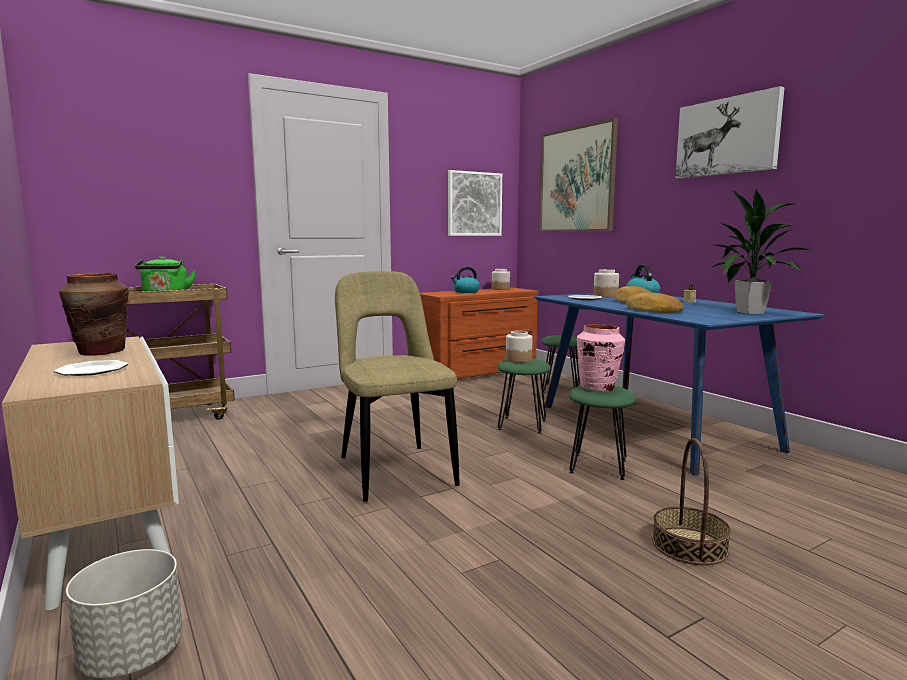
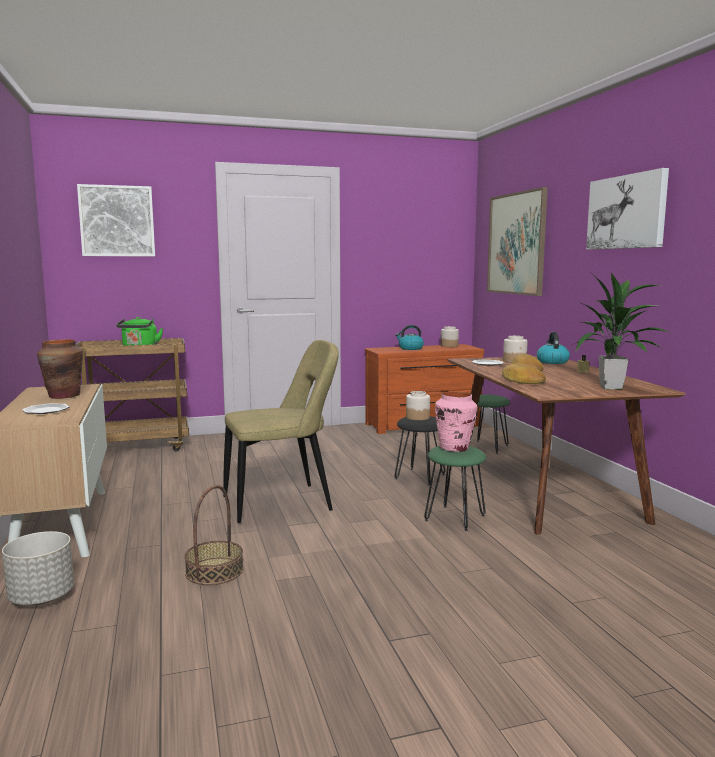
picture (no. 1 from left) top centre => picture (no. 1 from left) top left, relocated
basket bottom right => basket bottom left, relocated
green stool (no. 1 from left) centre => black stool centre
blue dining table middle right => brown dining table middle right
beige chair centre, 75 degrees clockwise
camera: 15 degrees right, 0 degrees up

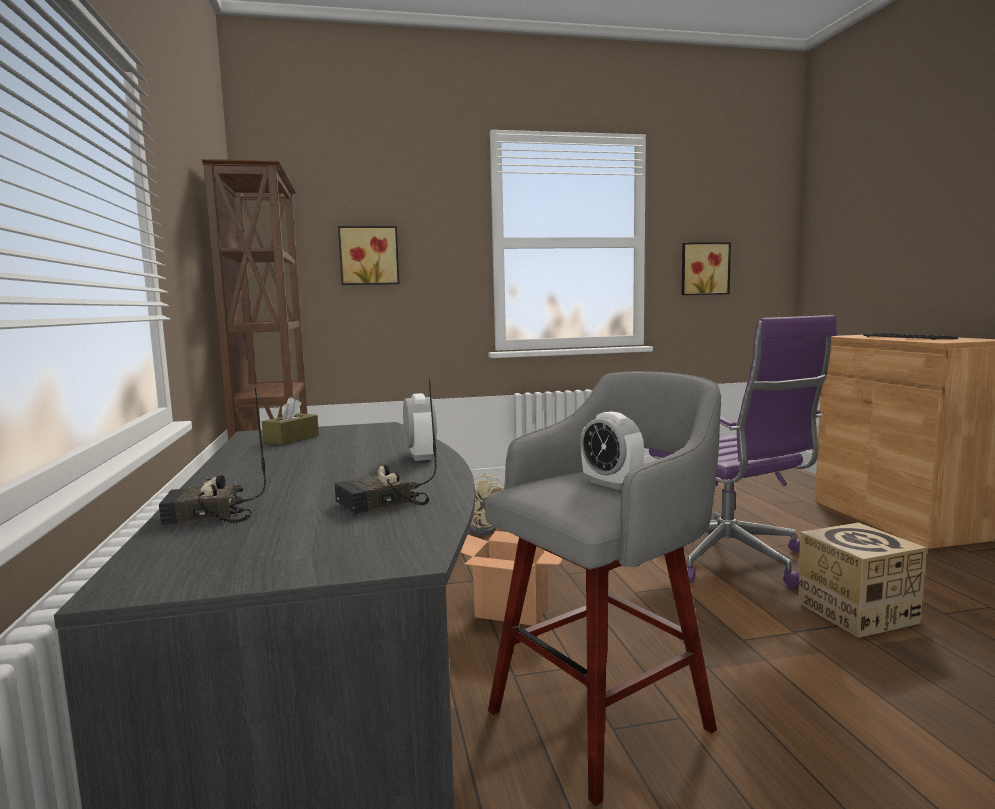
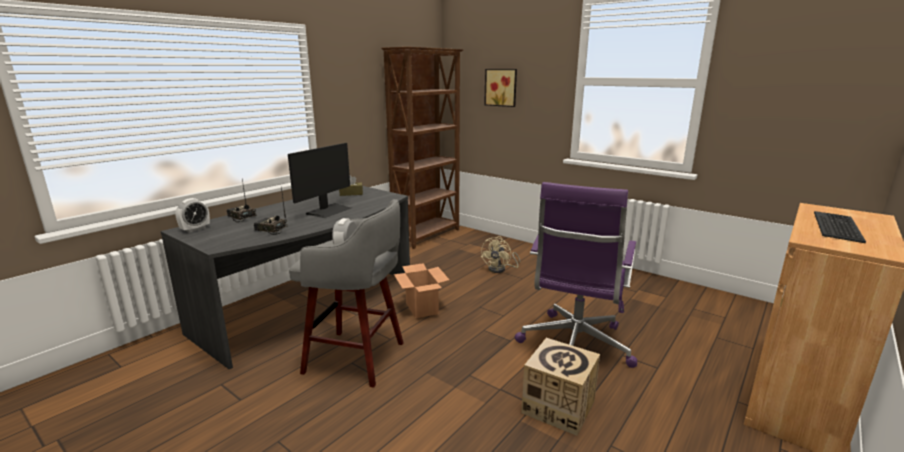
picture (no. 2 from left) top right => nothing
nothing => monitor centre
alarm clock (no. 1 from left) centre => alarm clock (no. 1 from left) middle left, relocated
camera: 50 degrees right, 10 degrees up

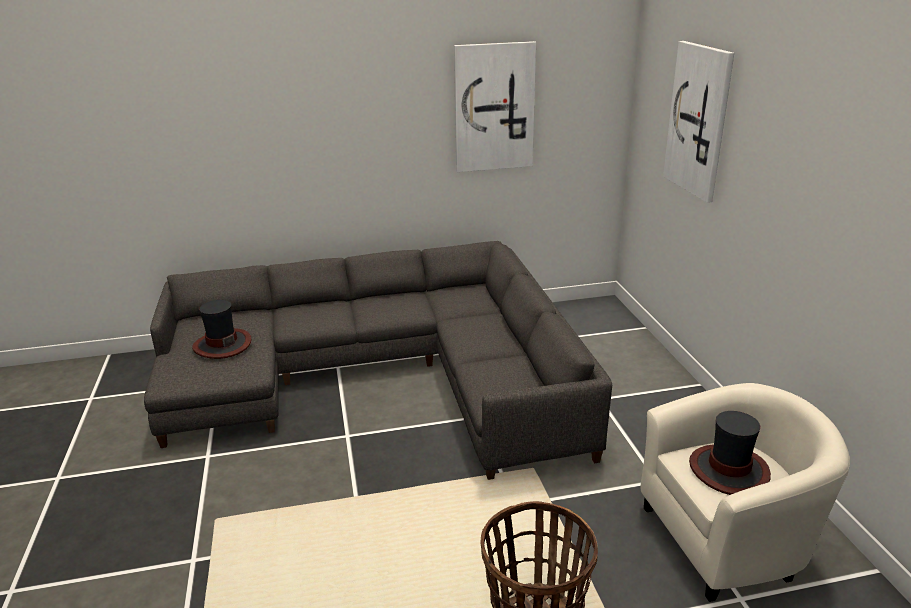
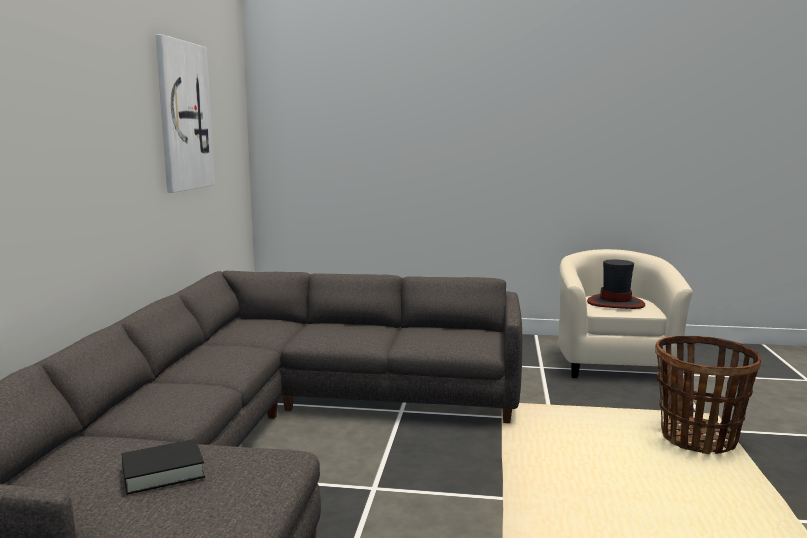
picture (no. 2 from left) top right => nothing
hat (no. 1 from left) middle left => black book bottom left
camera: 70 degrees left, 15 degrees down

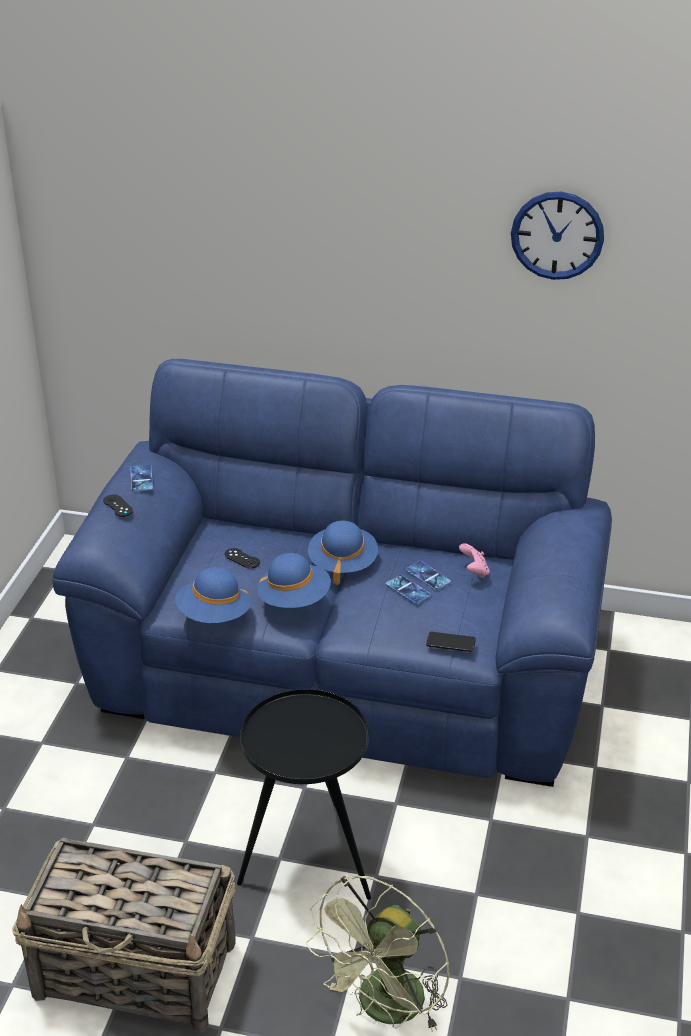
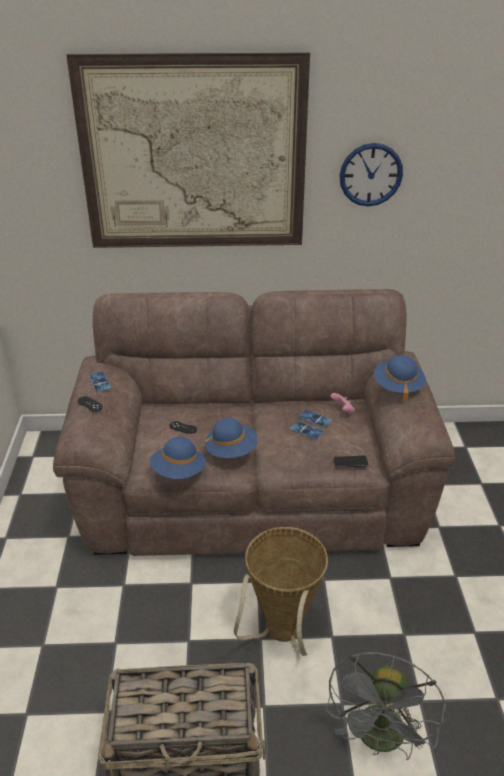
nothing => picture top centre
blue hat (no. 3 from left) centre => blue hat (no. 3 from left) middle right, relocated
black side table bottom centre => basket (no. 2 from left) bottom centre
blue sofa centre => brown sofa centre
green fan bottom centre => grey fan bottom right
camera: 15 degrees left, 0 degrees up

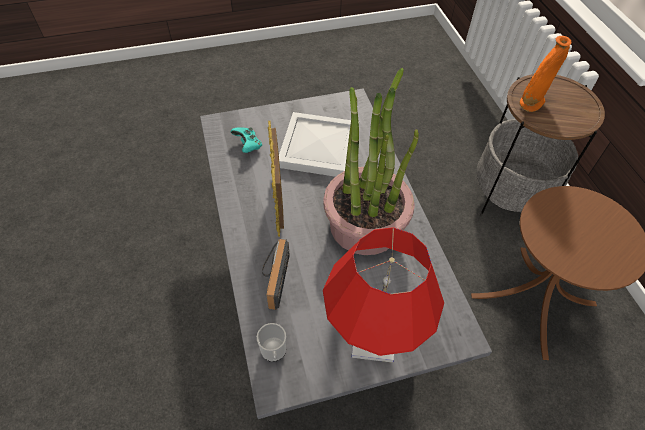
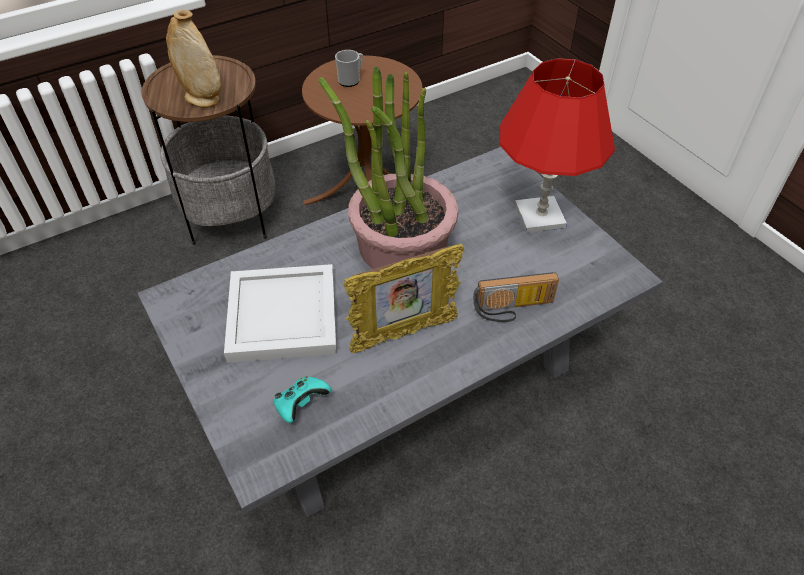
mug bottom centre => mug top centre, relocated
orange vase top right => beige vase top left
camera: 105 degrees left, 5 degrees down

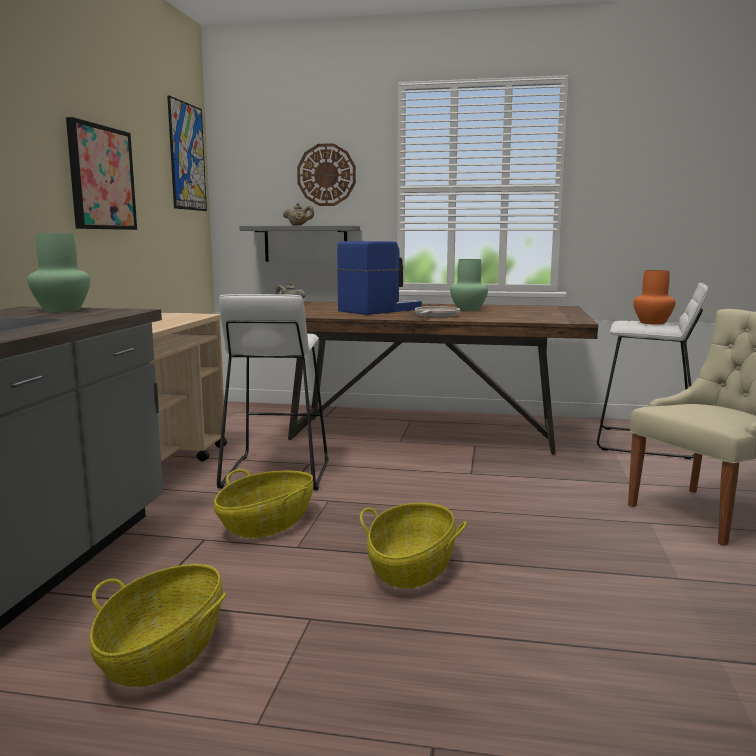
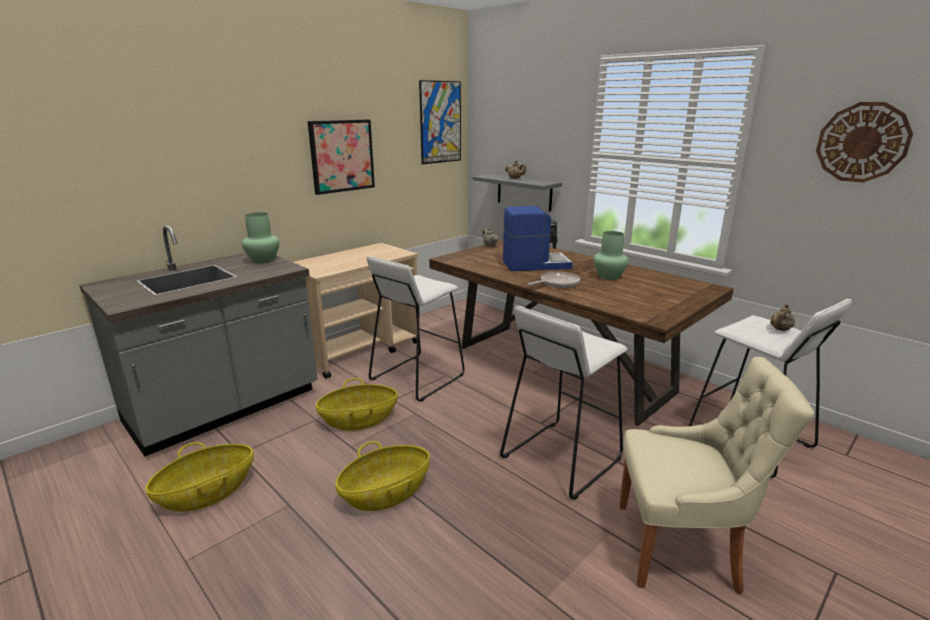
nothing => white stool (no. 2 from left) centre
wall clock top centre => wall clock top right, relocated
orange vase middle right => beige teapot (no. 3 from left) middle right
camera: 35 degrees right, 10 degrees up

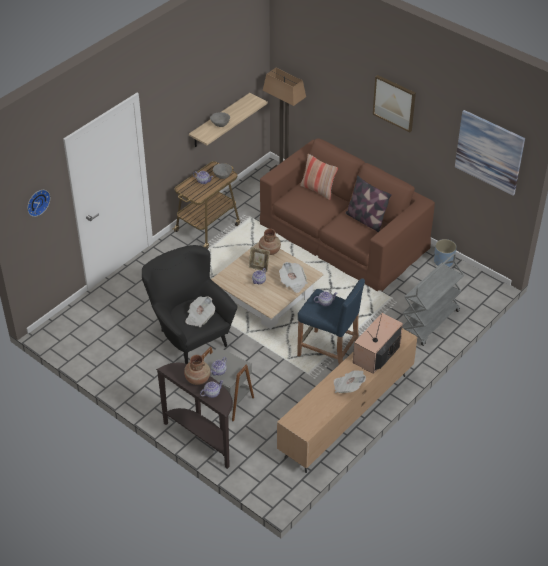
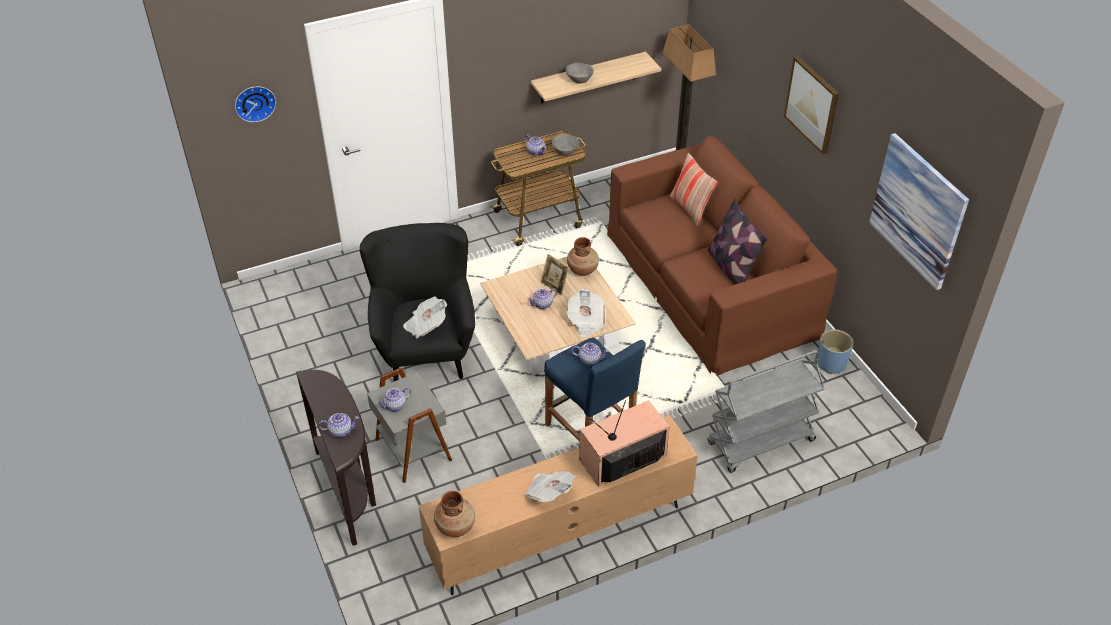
brown vase (no. 1 from left) centre => brown vase (no. 1 from left) bottom centre, relocated
camera: 25 degrees right, 0 degrees up

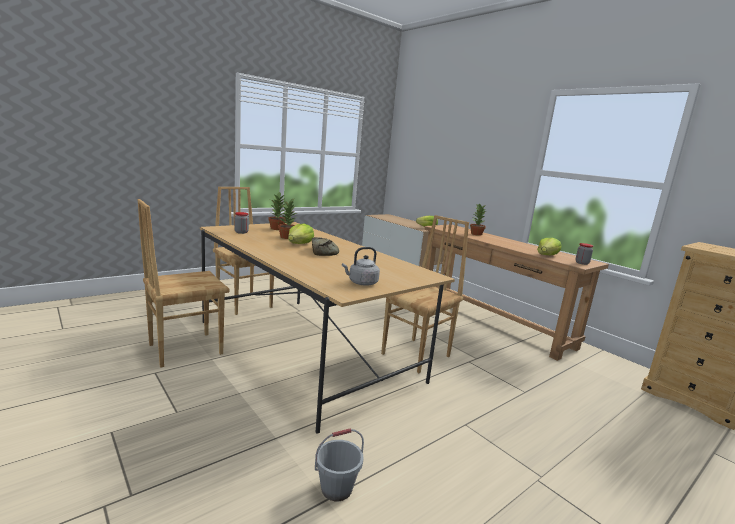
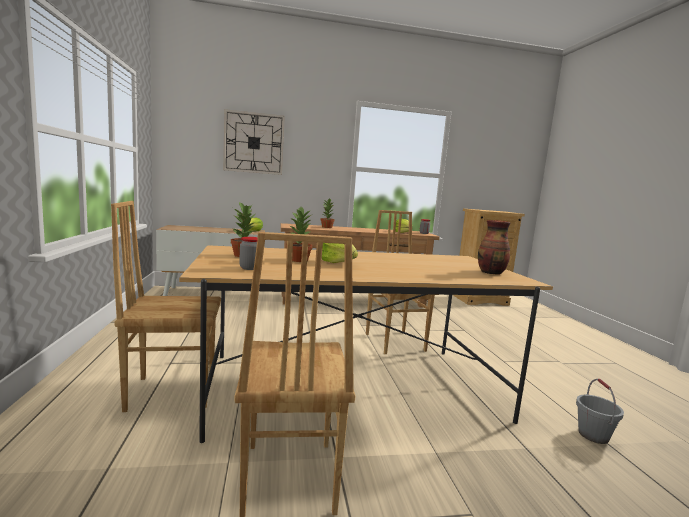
bread centre => nothing
nothing => wall clock top centre
grey kettle centre => vase middle right
camera: 60 degrees left, 5 degrees down

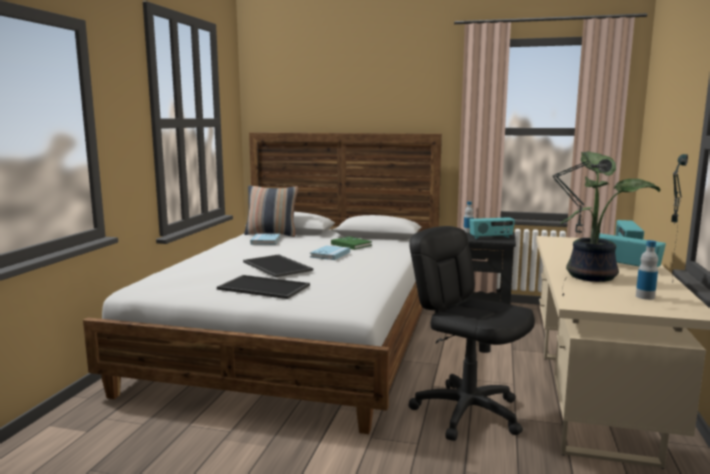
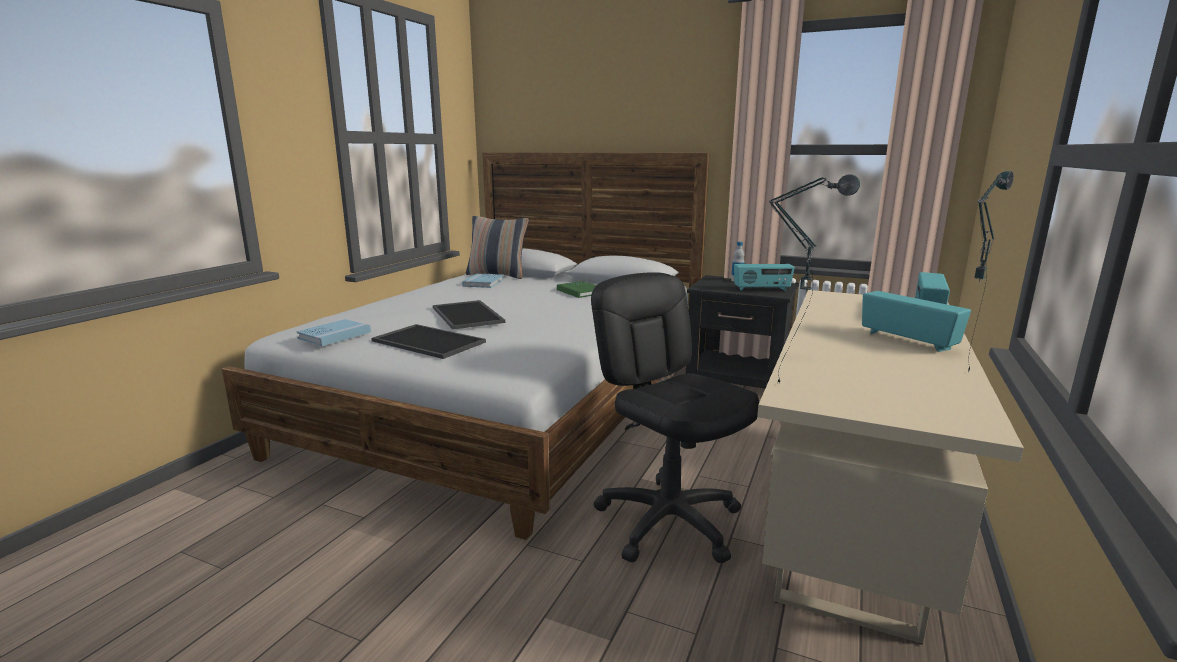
potted plant middle right => nothing
bottle (no. 2 from left) middle right => nothing
blue book (no. 2 from left in the first image) centre => blue book (no. 1 from left) middle left, relocated
camera: 10 degrees right, 5 degrees up

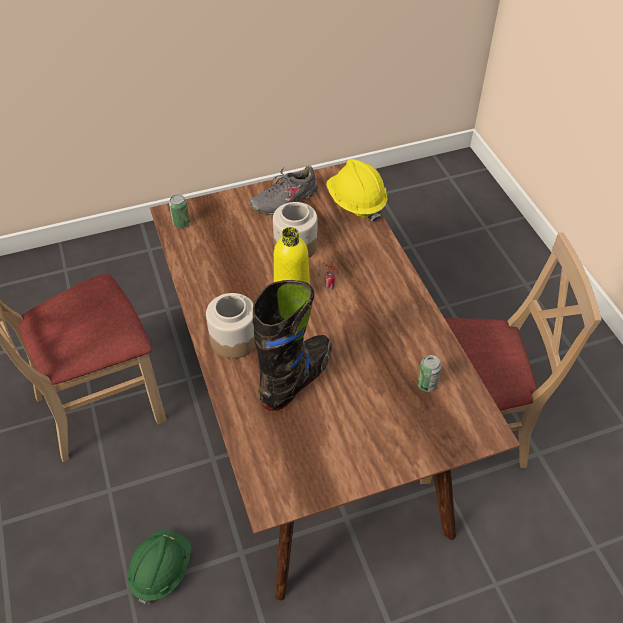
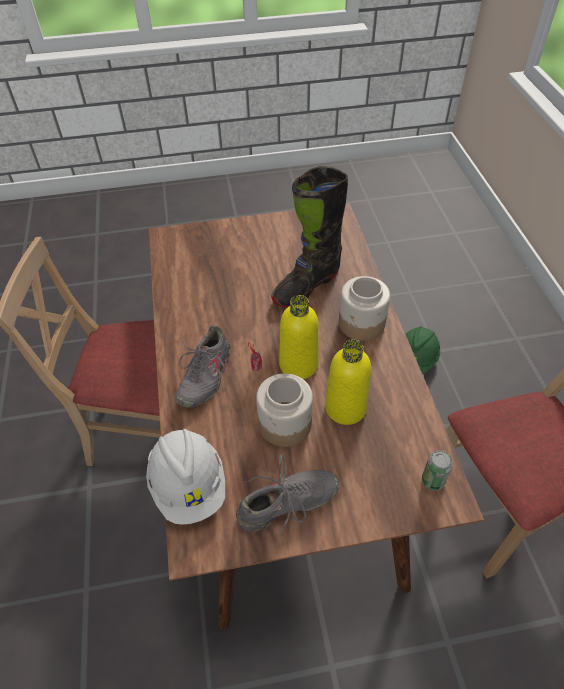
can (no. 3 from left) middle right => nothing
nothing => grey shoe (no. 1 from left) centre
nothing => yellow bottle (no. 2 from left) centre
yellow hard hat top centre => white hard hat bottom left
camera: 170 degrees left, 0 degrees up

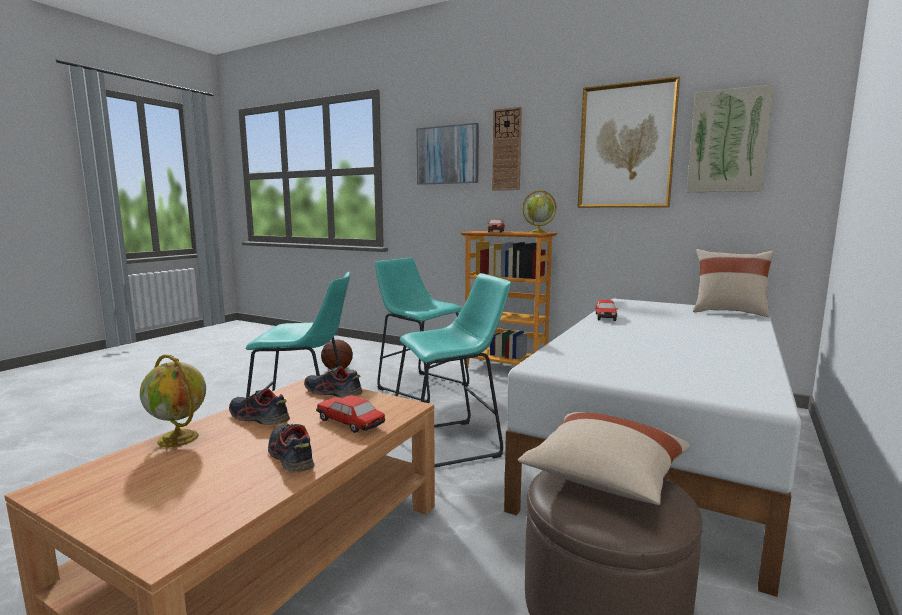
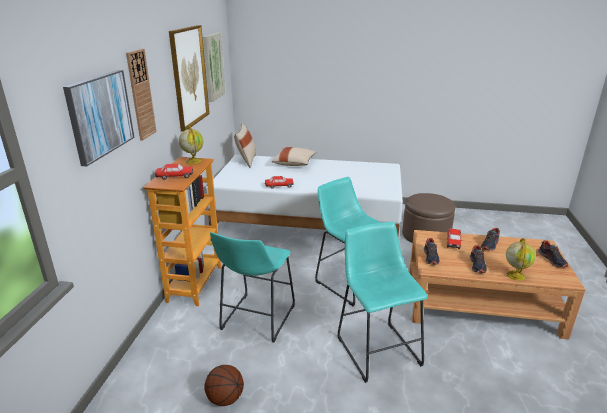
nothing => shoe (no. 4 from left) middle right
beige pillow (no. 1 from left in the first image) bottom right => beige pillow (no. 2 from left) centre, relocated
camera: 110 degrees left, 15 degrees up

